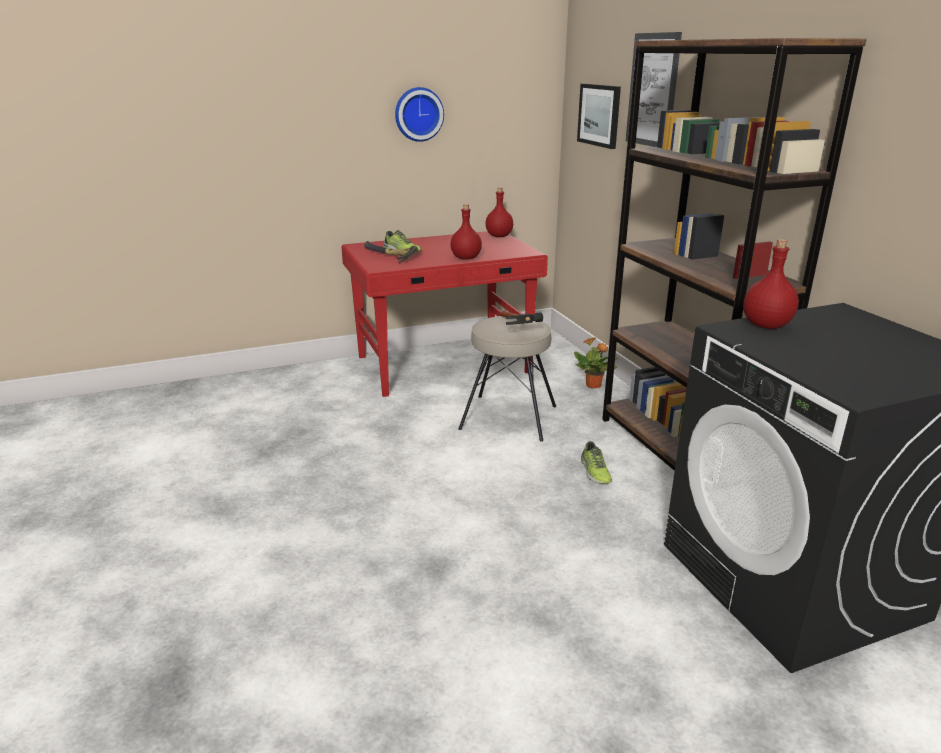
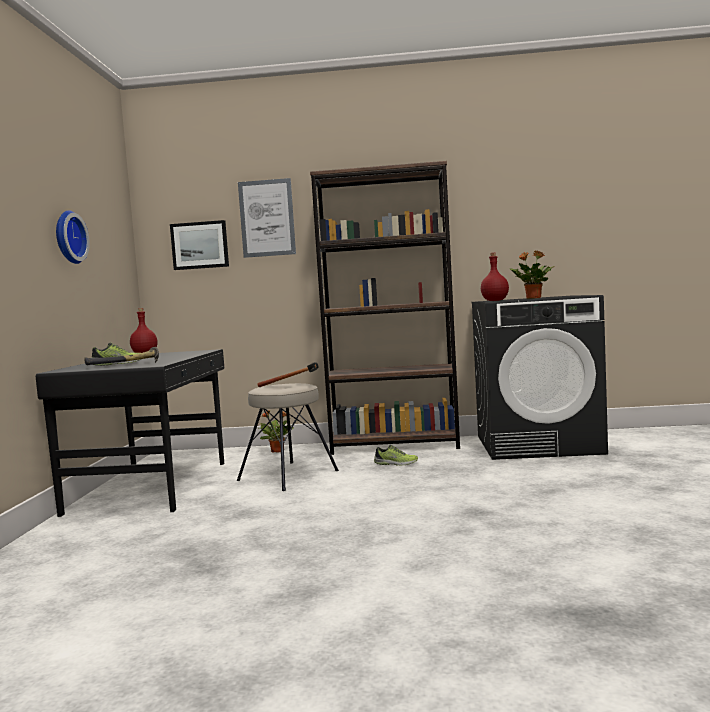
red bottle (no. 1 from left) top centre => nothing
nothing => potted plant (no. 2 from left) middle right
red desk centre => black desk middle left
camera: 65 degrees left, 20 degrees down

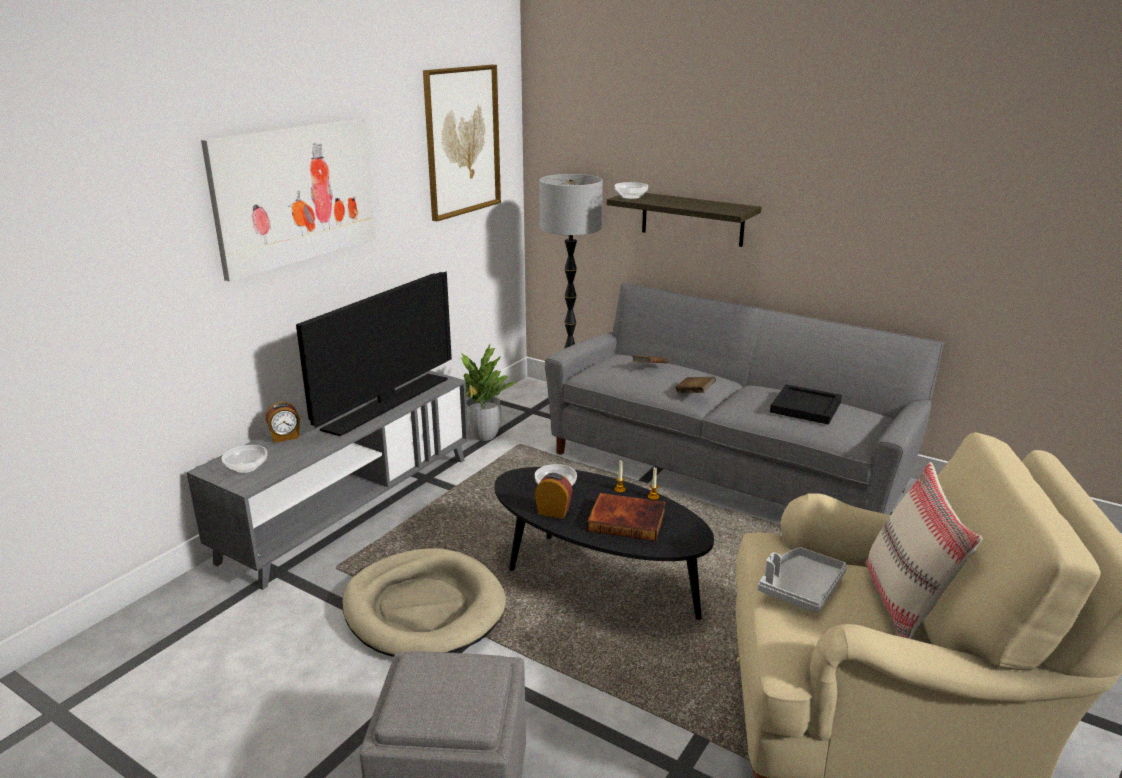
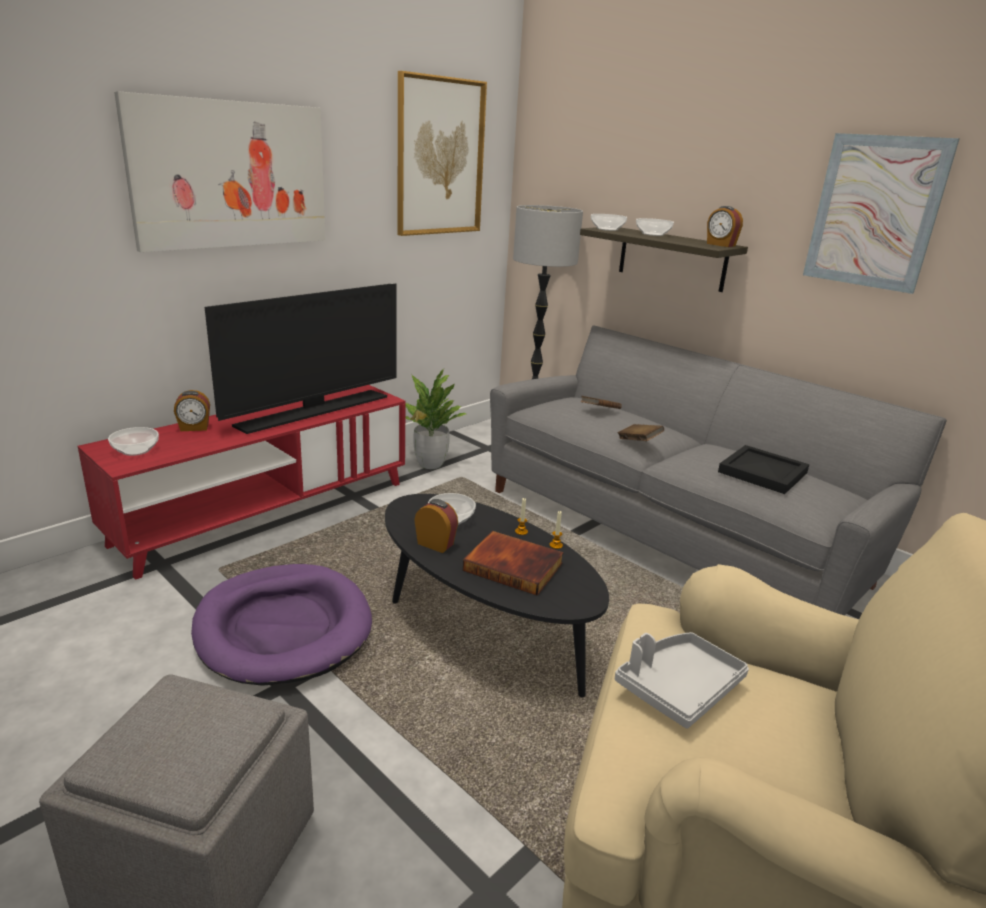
beige pillow bottom right => nothing
nothing => bowl (no. 4 from left) top centre
nothing => alarm clock (no. 3 from left) top right
nothing => picture (no. 3 from left) top right
grey tv stand middle left => red tv stand middle left
beige dog bed bottom centre => purple dog bed bottom left
camera: 10 degrees right, 0 degrees up

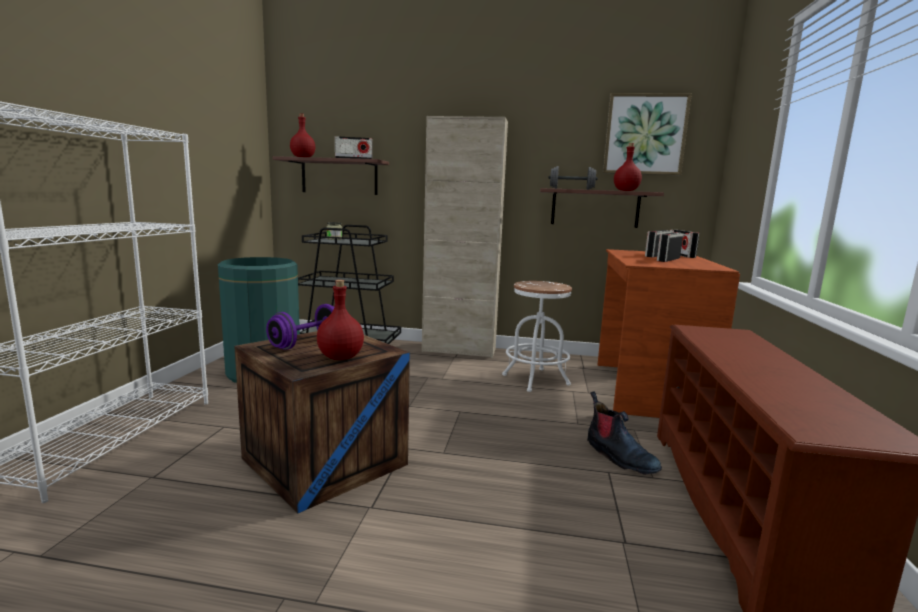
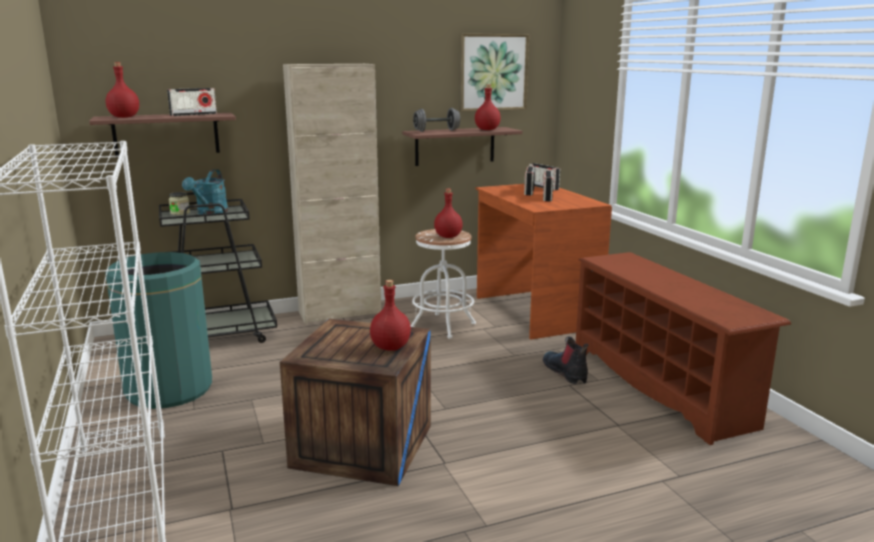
purple dumbbell middle left => nothing
nothing => turquoise watering can middle left
nothing => red bottle (no. 3 from left) centre
boot bottom right => boot centre, 135 degrees counterclockwise
camera: 30 degrees left, 5 degrees up

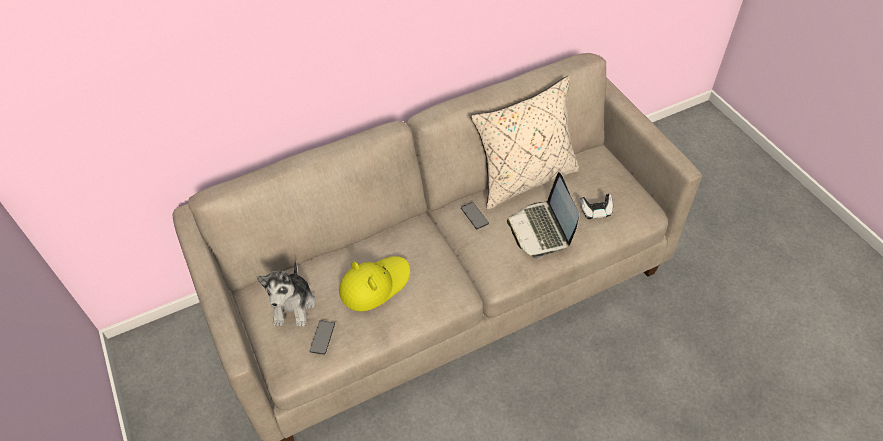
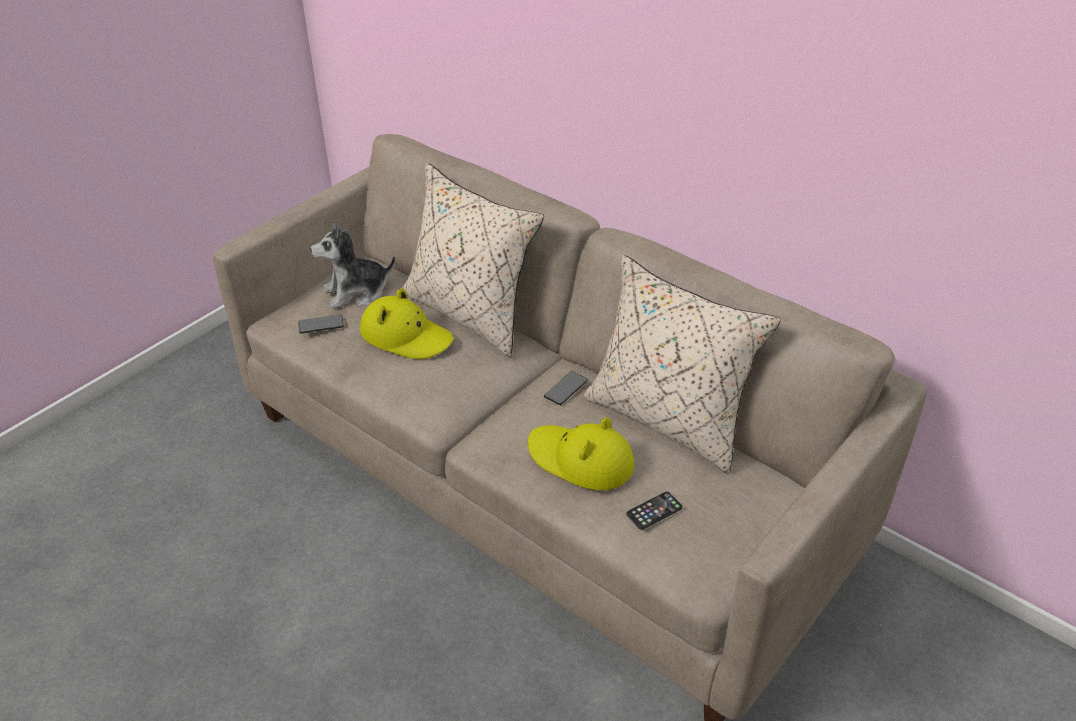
nothing => beige pillow (no. 1 from left) centre
laptop centre => yellow hat (no. 2 from left) centre
game controller middle right => phone (no. 3 from left) bottom centre
camera: 65 degrees right, 10 degrees down

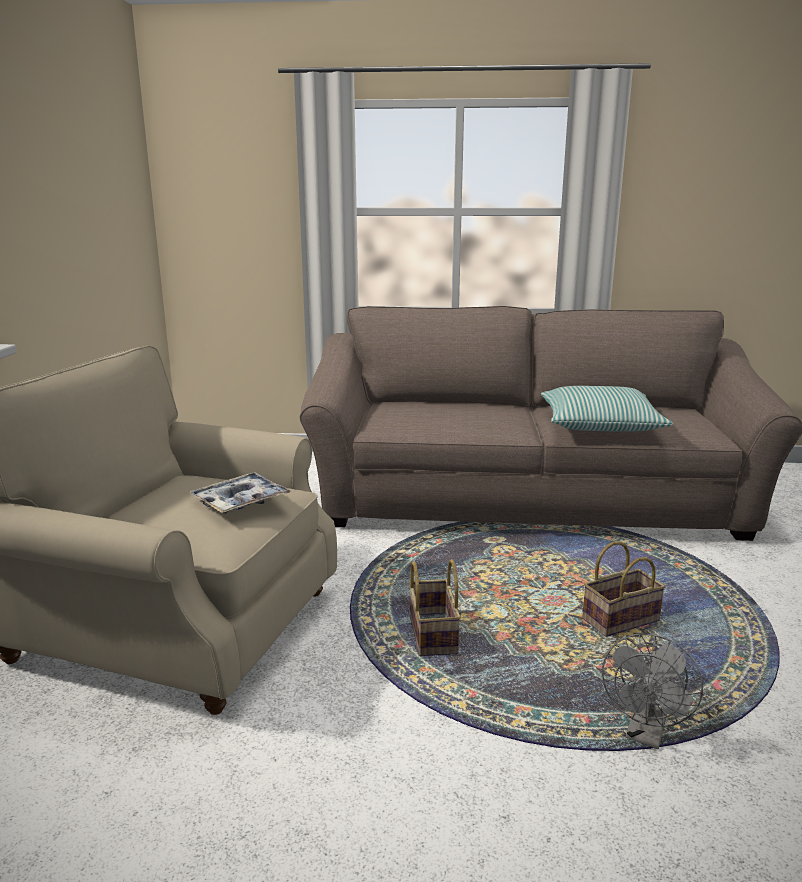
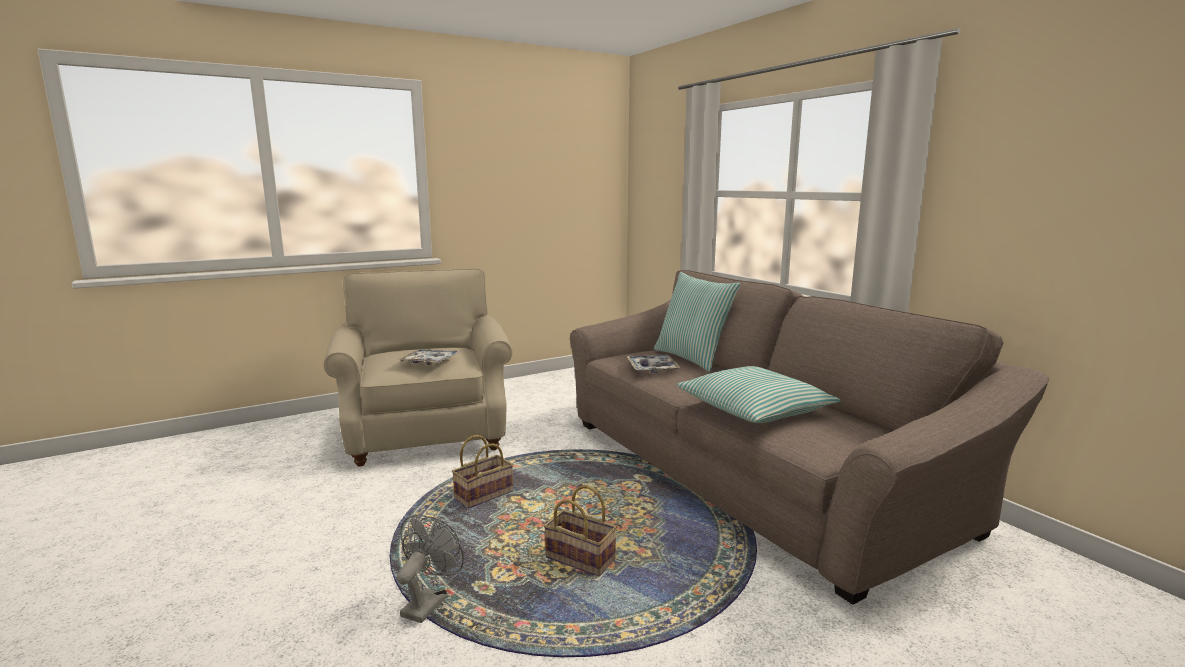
nothing => tray (no. 2 from left) centre
nothing => pillow (no. 1 from left) centre
grey fan bottom right => grey fan bottom centre, 120 degrees clockwise
camera: 55 degrees right, 5 degrees down

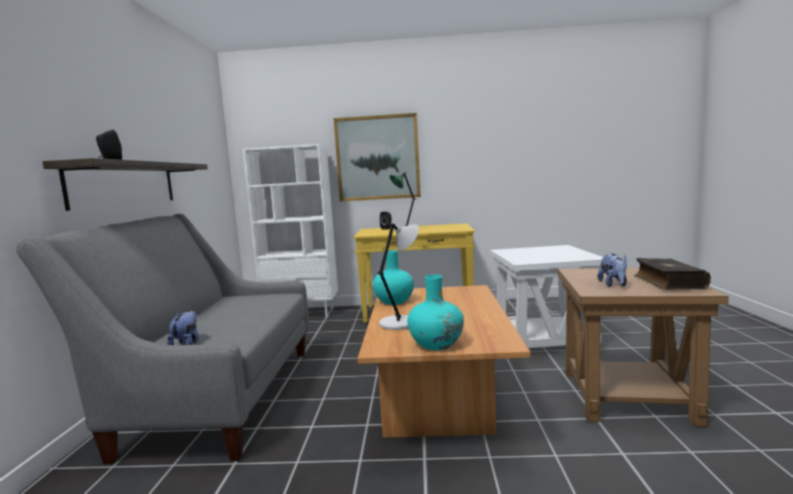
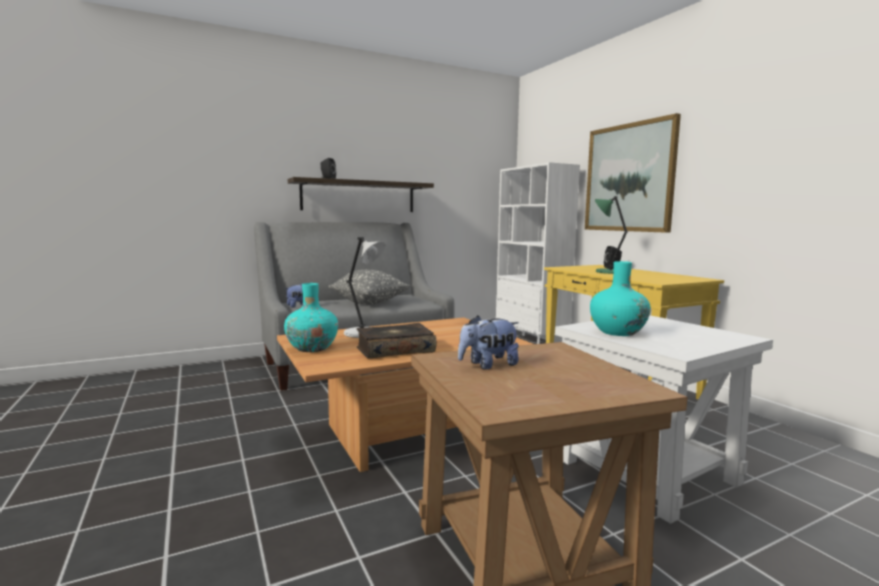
nothing => grey pillow centre
turquoise vase (no. 1 from left in the first image) centre => turquoise vase (no. 2 from left) middle right, relocated
book middle right => book centre, relocated
camera: 60 degrees right, 0 degrees up

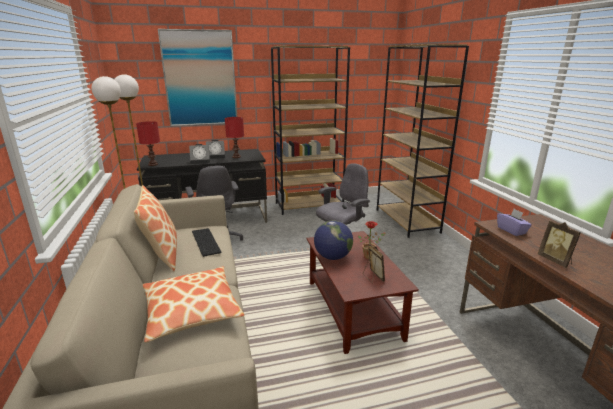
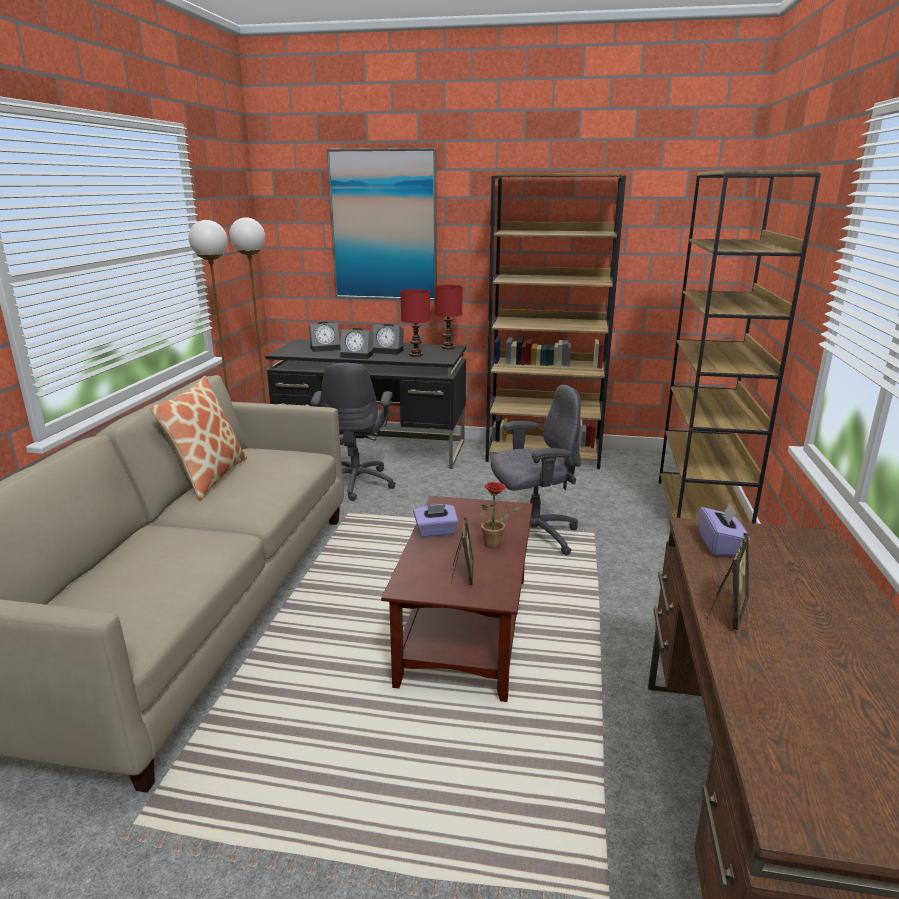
pillow (no. 2 from left) bottom left => nothing
keyboard centre => nothing
nothing => alarm clock (no. 1 from left) centre
red table lamp (no. 1 from left in the first image) middle left => red table lamp (no. 2 from left) centre, relocated
globe centre => purple tissue box (no. 1 from left) centre
picture frame (no. 2 from left) middle right, 150 degrees counterclockwise
camera: 25 degrees right, 0 degrees up

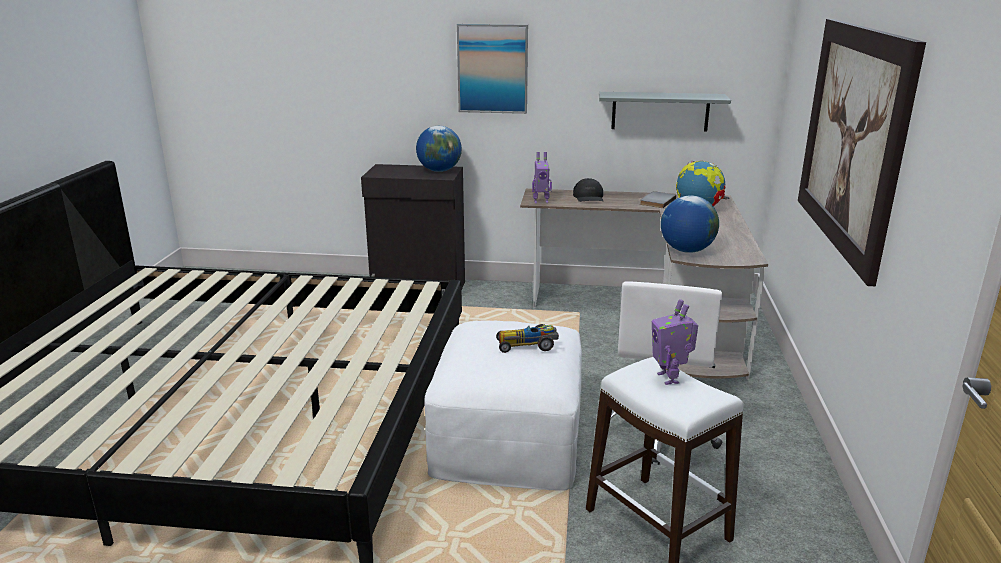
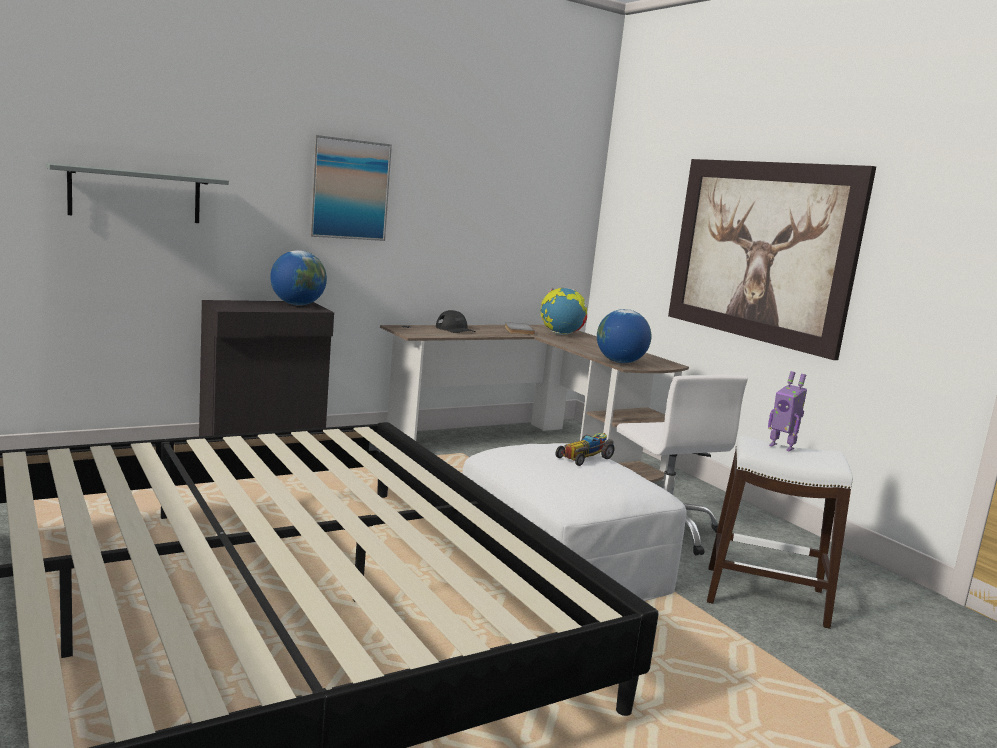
toy robot (no. 1 from left) top centre => nothing
grey shelf top centre => grey shelf top left, relocated
camera: 40 degrees left, 10 degrees down

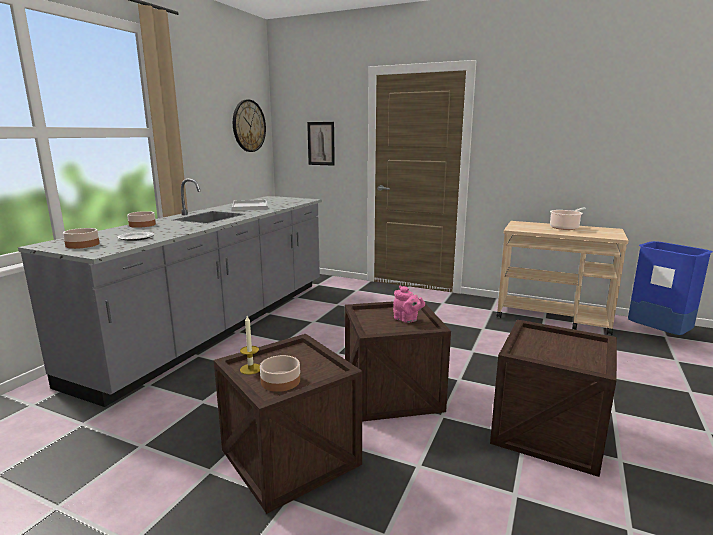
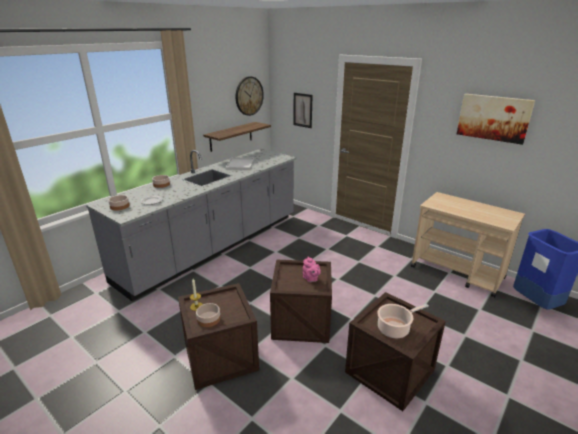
nothing => shelf top centre
nothing => picture (no. 2 from left) top right
cooking pot middle right => cooking pot bottom right, relocated
camera: 15 degrees right, 10 degrees up

